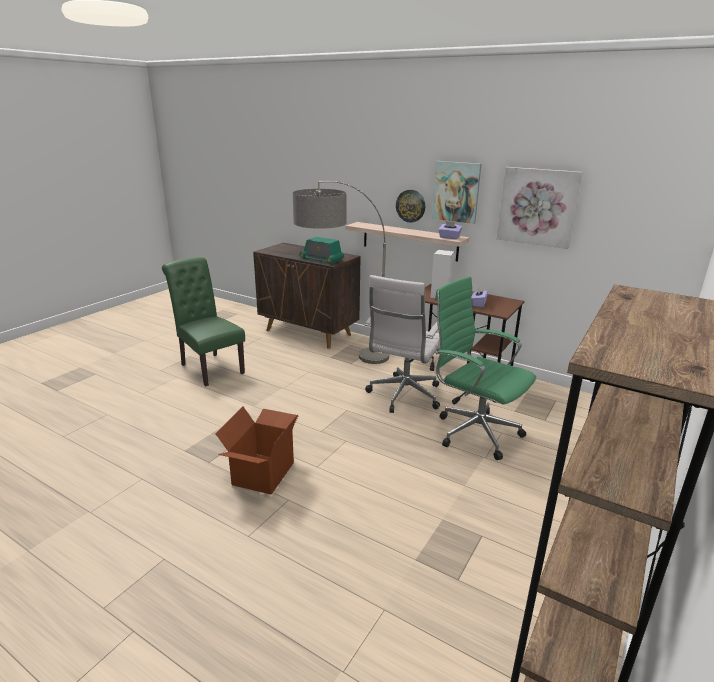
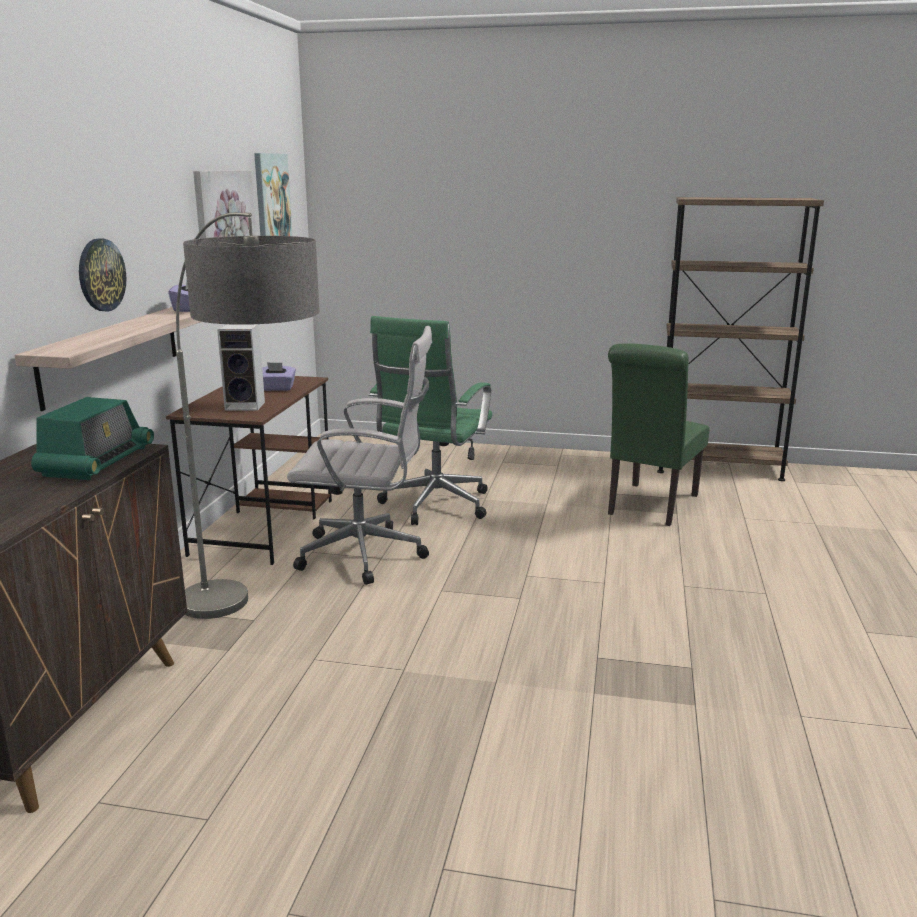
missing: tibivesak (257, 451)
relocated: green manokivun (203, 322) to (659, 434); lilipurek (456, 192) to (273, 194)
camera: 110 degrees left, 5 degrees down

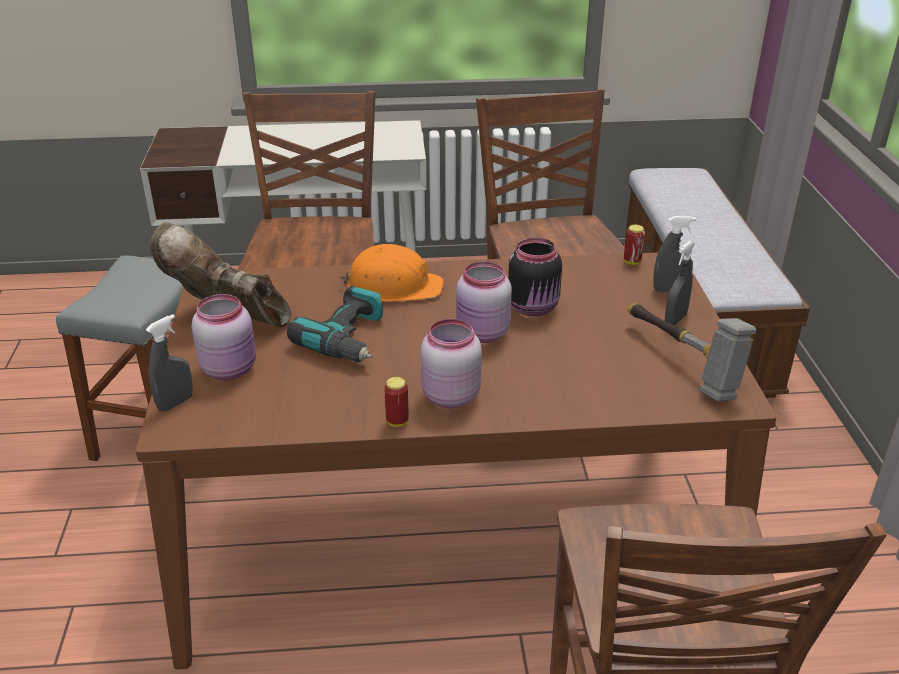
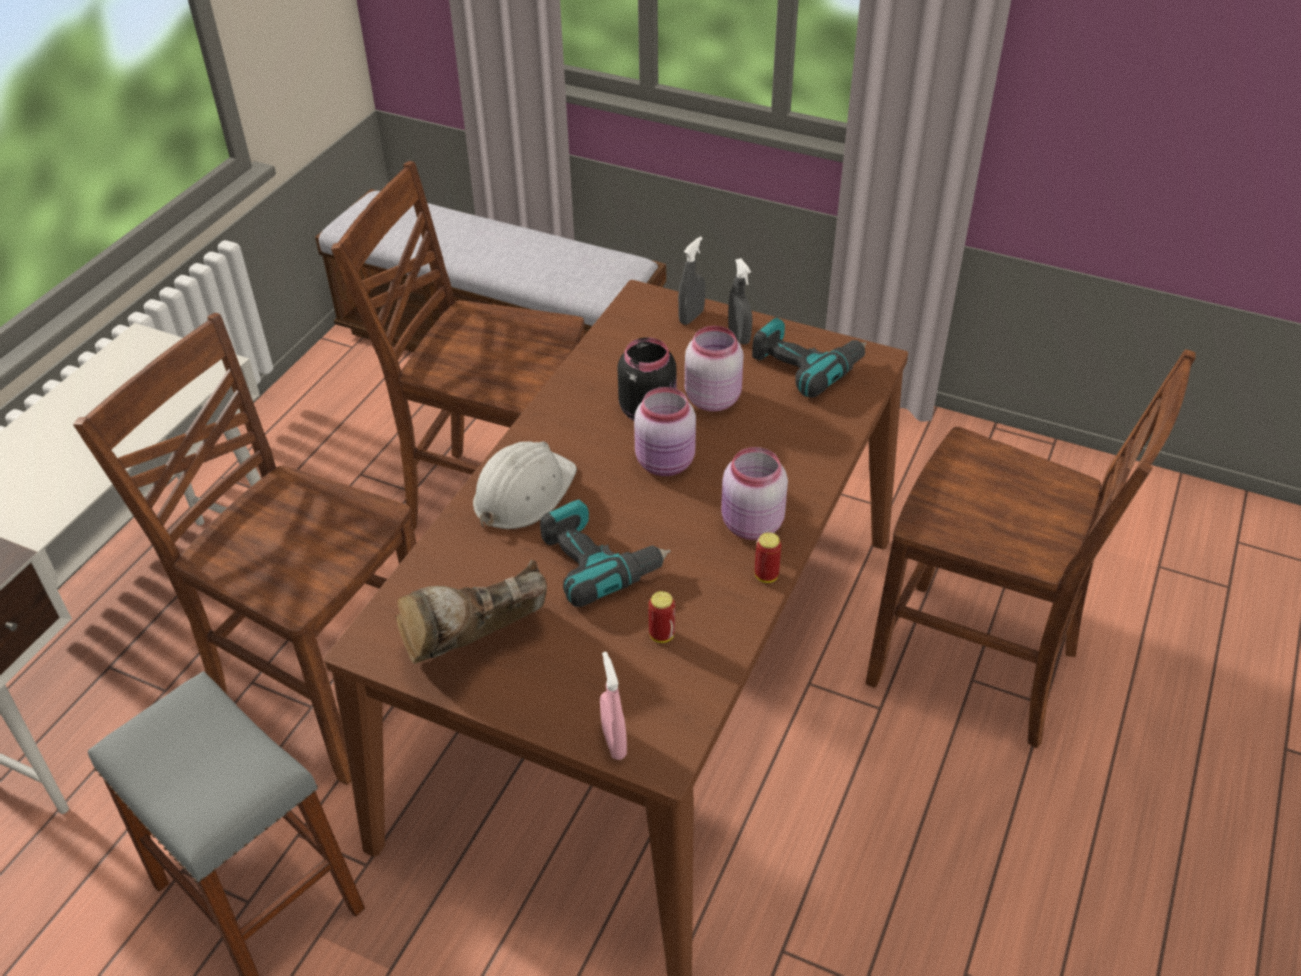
relocated: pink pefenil (224, 337) to (714, 369); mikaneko (634, 245) to (661, 617)
exchanged: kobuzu (692, 352) to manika (809, 357)
colour: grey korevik (169, 363) to pink korevik (613, 705); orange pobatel (391, 273) to white pobatel (525, 485)
camera: 60 degrees left, 10 degrees up

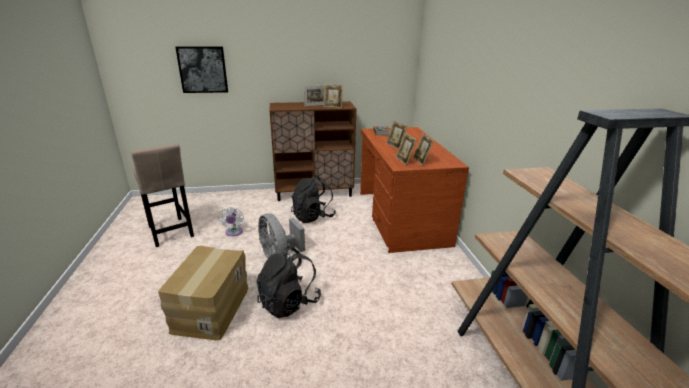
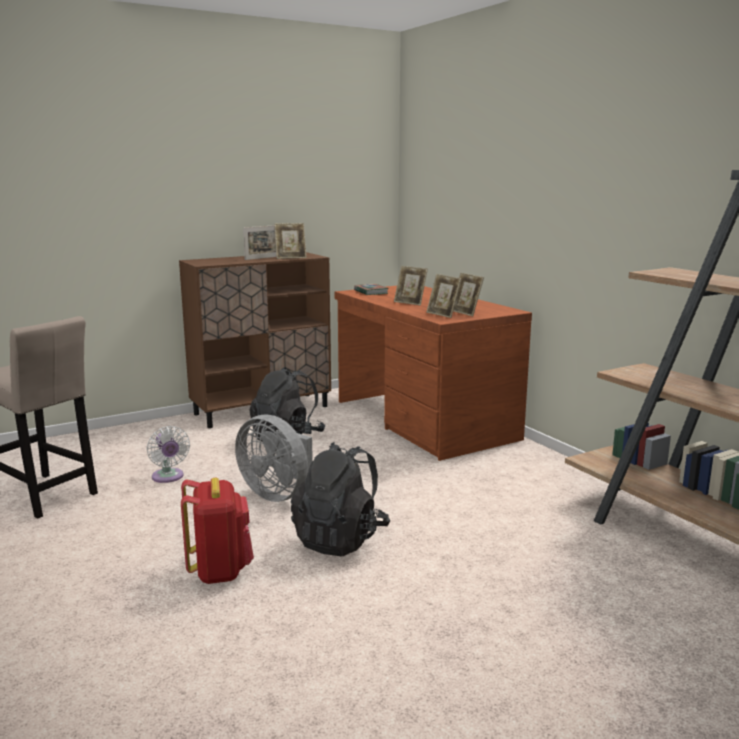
missing: lilipurek (201, 69)
exchanged: tibivesak (203, 293) to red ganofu (217, 531)
camera: 20 degrees left, 10 degrees down

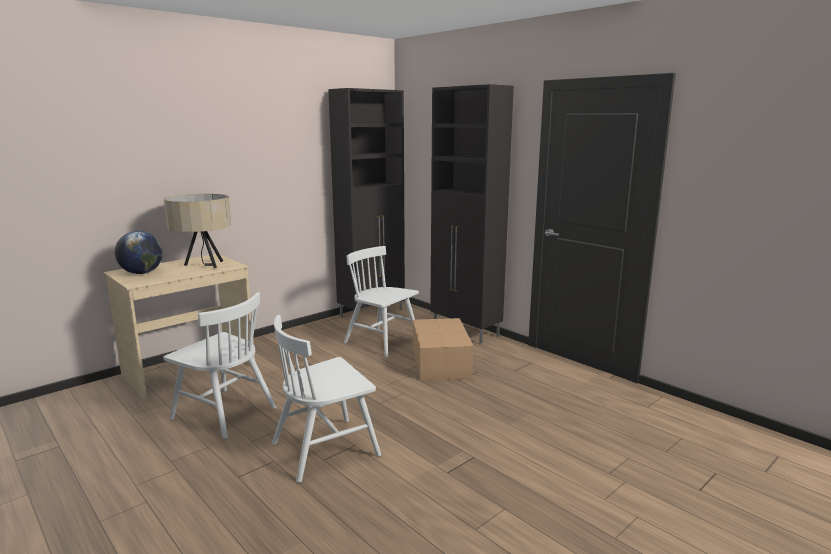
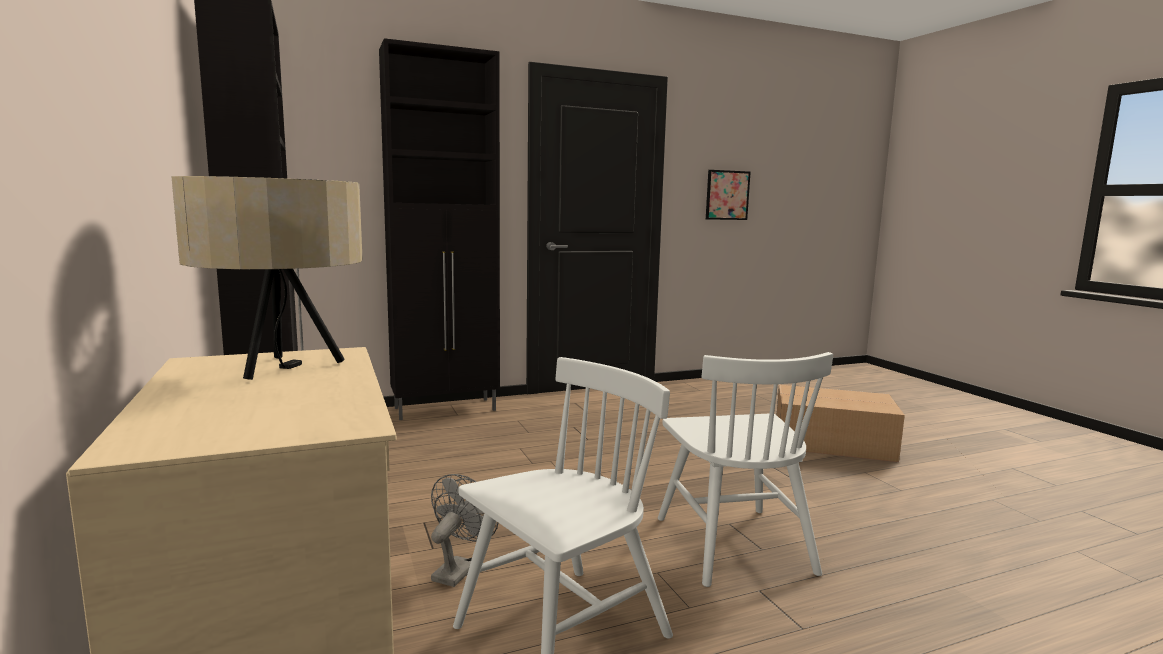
missing: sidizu (139, 252); white manokivun (381, 301)
appeared: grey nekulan (464, 530); lilipurek (728, 195)
relocated: tibivesak (443, 349) to (841, 423)
camera: 70 degrees left, 5 degrees down

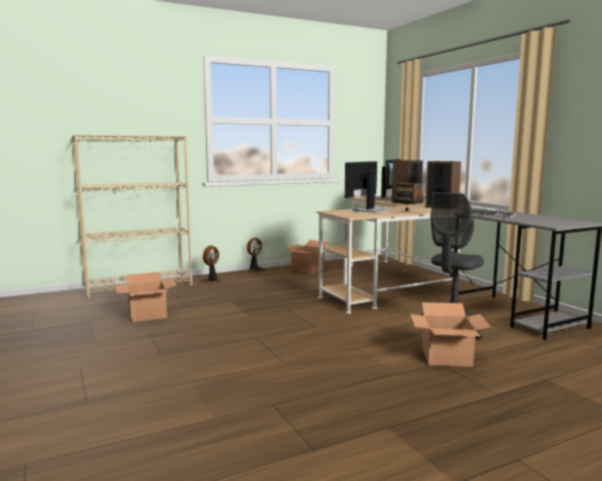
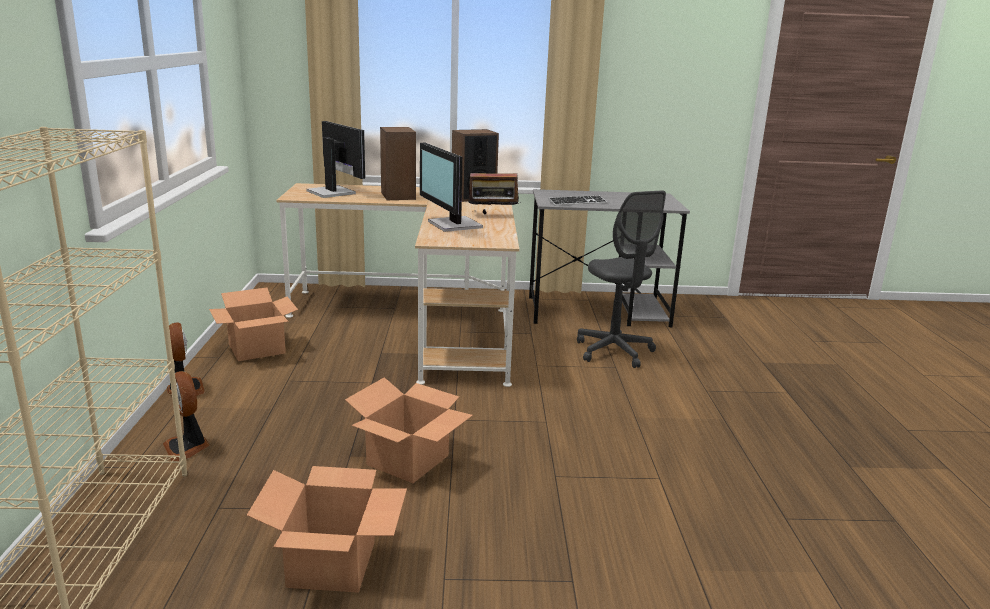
relocated: tibivesak (450, 334) to (409, 430)
camera: 65 degrees left, 10 degrees up

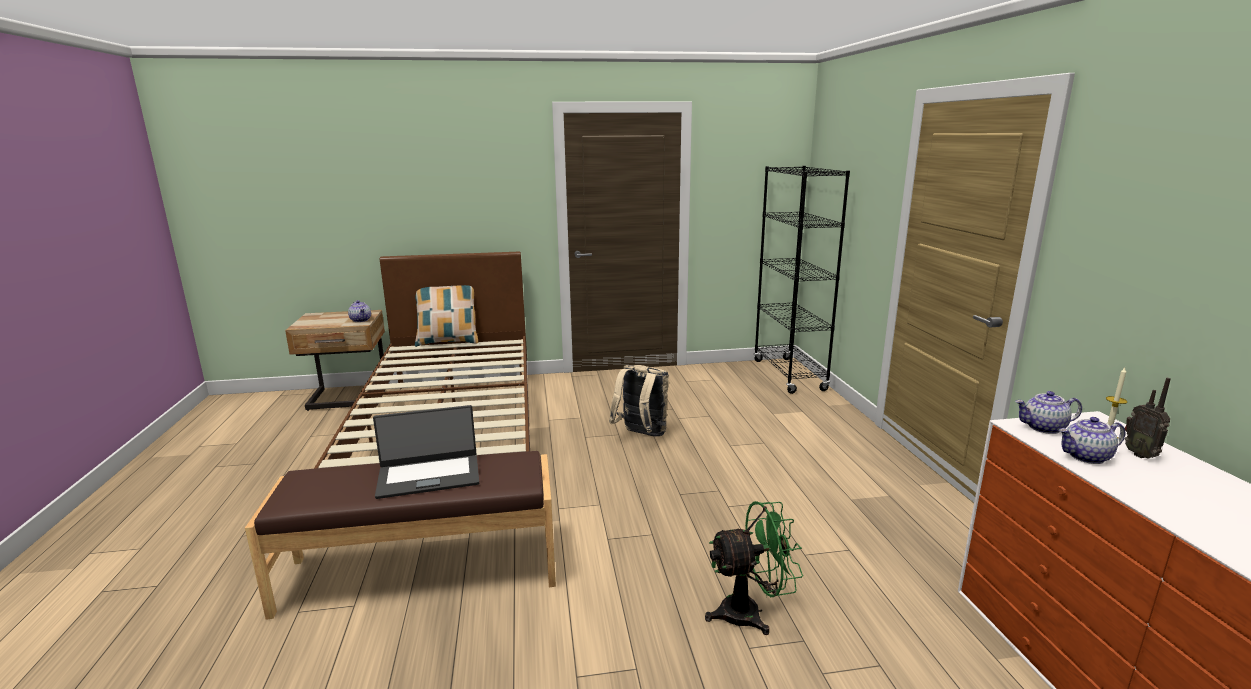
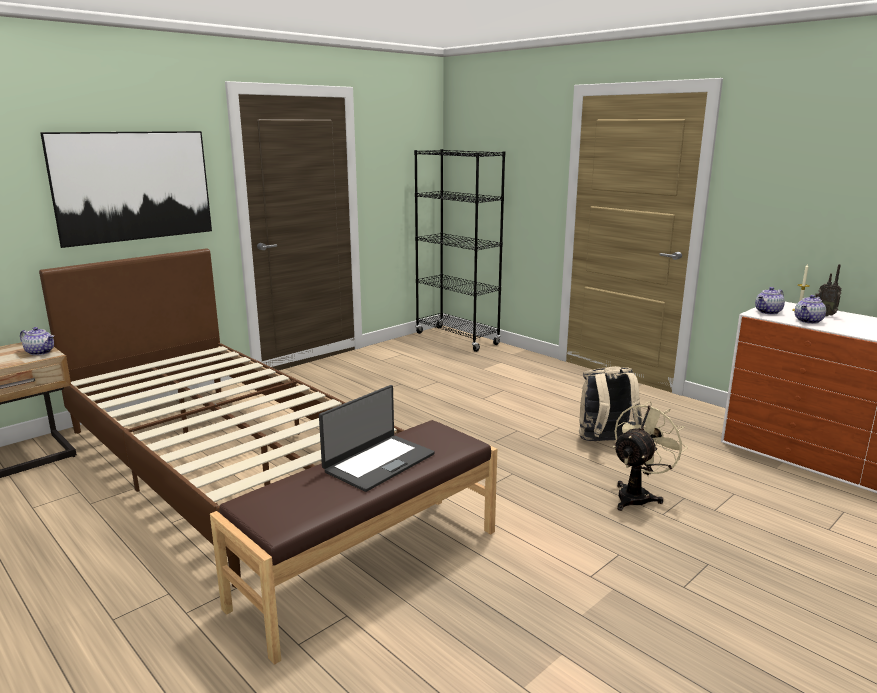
missing: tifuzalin (446, 316)
appeared: lilipurek (126, 189)
relocated: beige ganofu (639, 401) to (610, 403)
colour: green nekulan (754, 568) to beige nekulan (650, 456)
camera: 35 degrees left, 0 degrees up

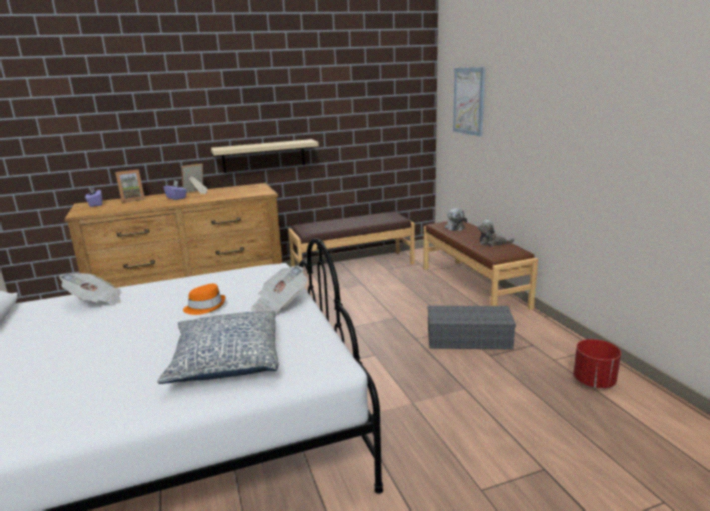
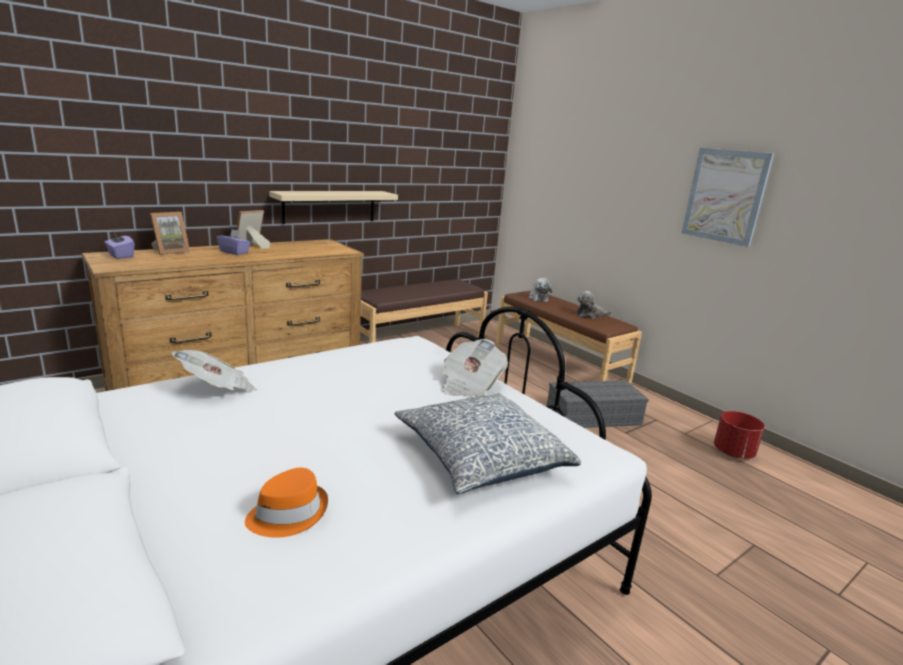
relocated: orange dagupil (204, 299) to (286, 503); lilipurek (469, 102) to (728, 197)
camera: 20 degrees left, 0 degrees up

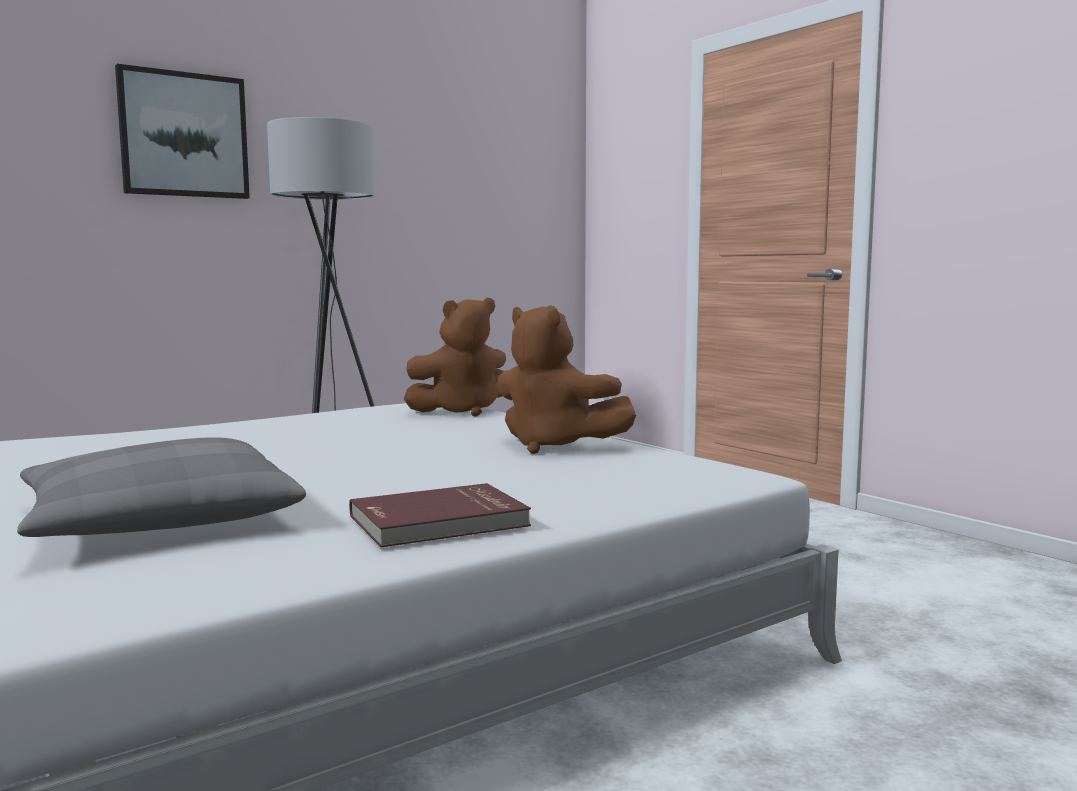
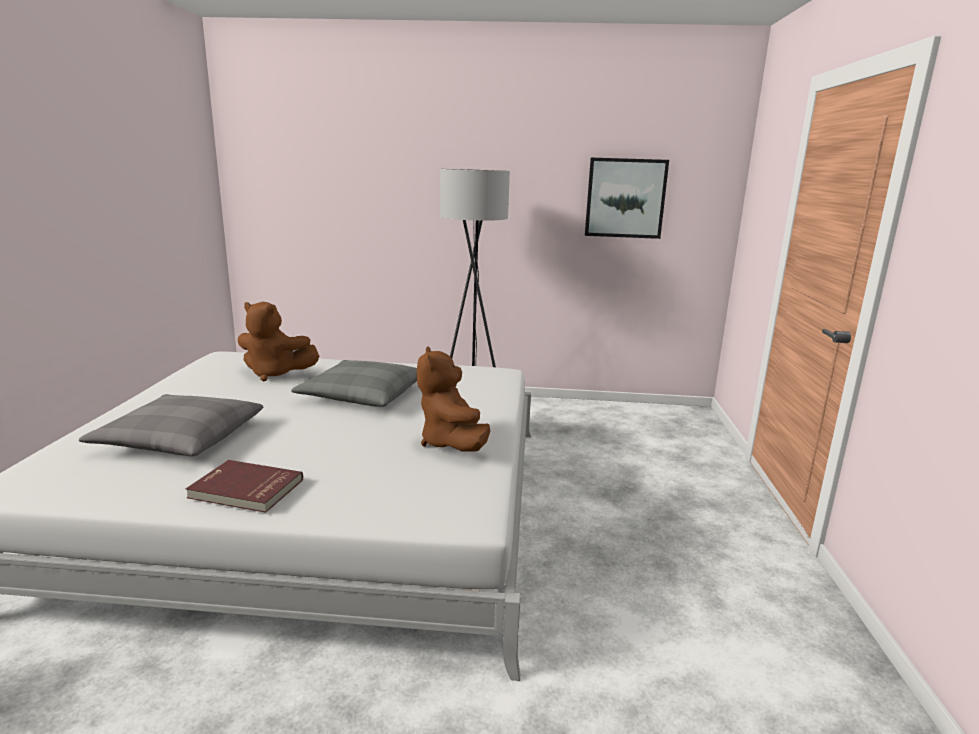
appeared: grey tifuzalin (354, 383)
relocated: lilipurek (182, 131) to (627, 198); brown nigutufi (455, 357) to (278, 342)
camera: 40 degrees right, 10 degrees up

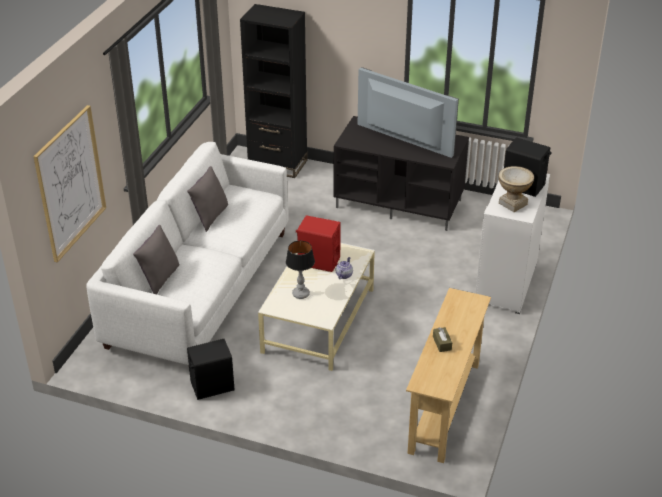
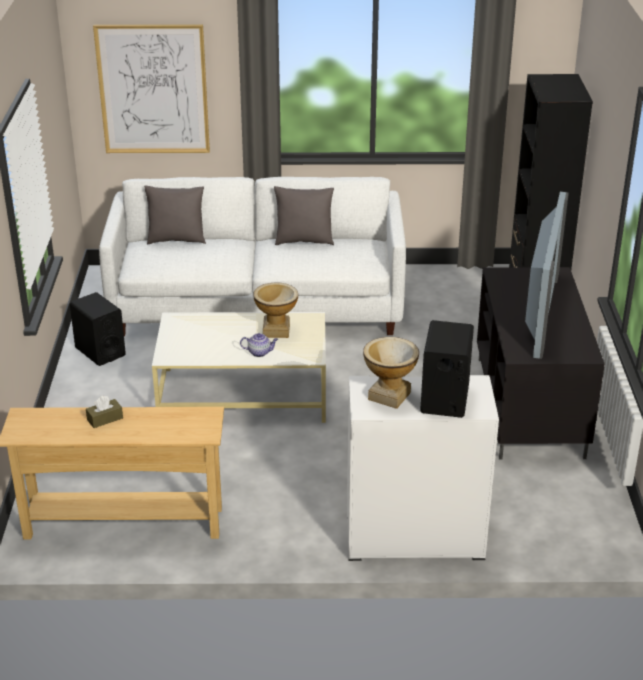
missing: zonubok (300, 270)
exchanged: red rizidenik (318, 243) to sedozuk (275, 310)
camera: 70 degrees right, 5 degrees down

